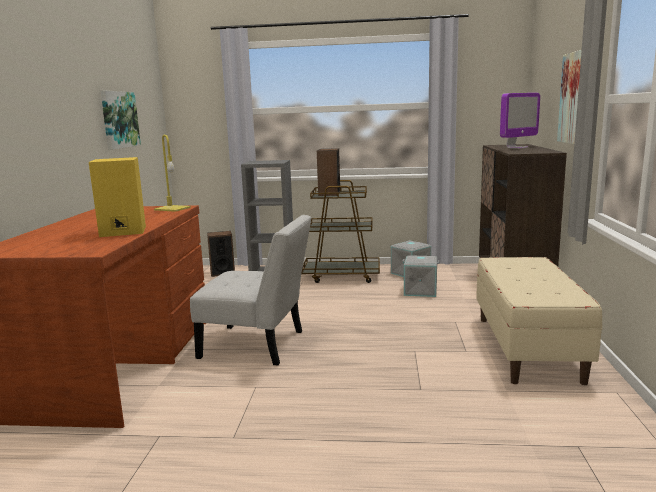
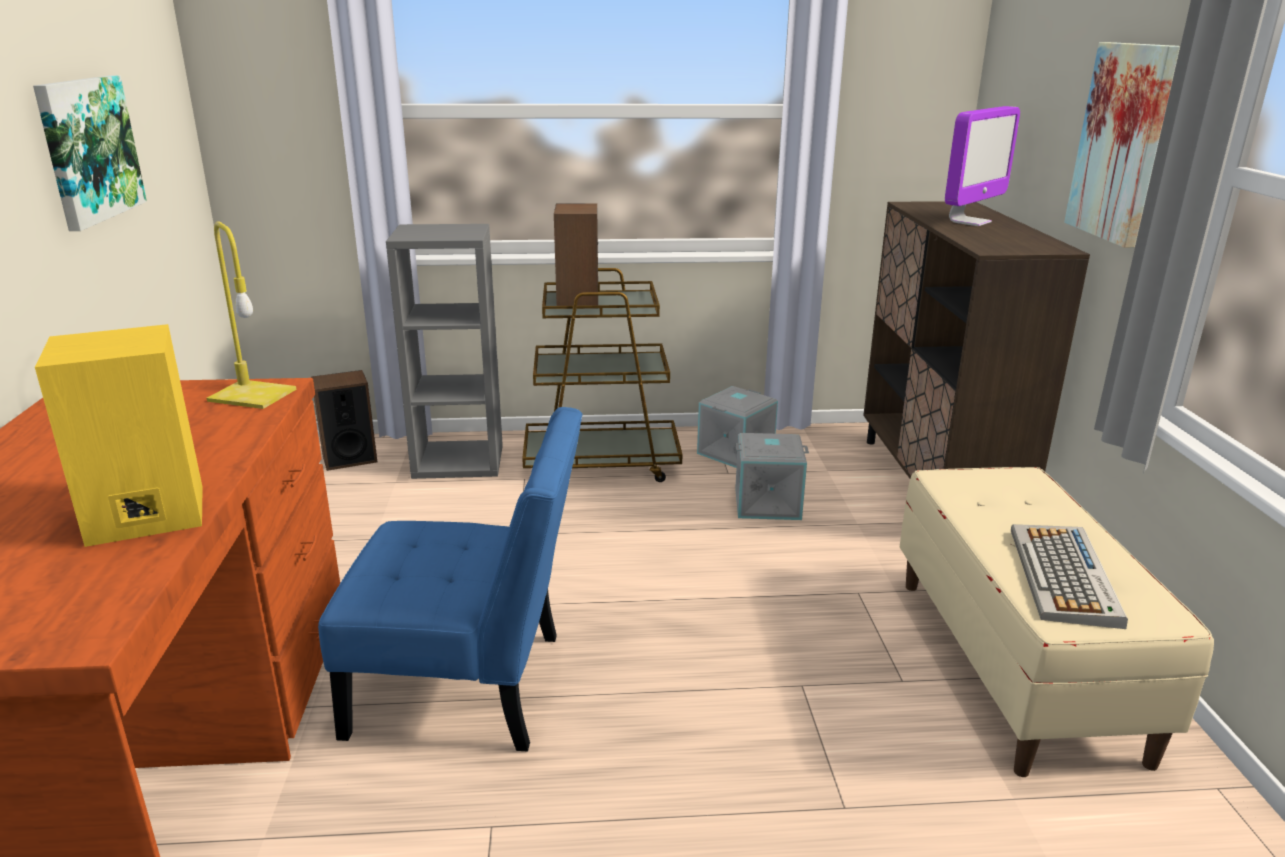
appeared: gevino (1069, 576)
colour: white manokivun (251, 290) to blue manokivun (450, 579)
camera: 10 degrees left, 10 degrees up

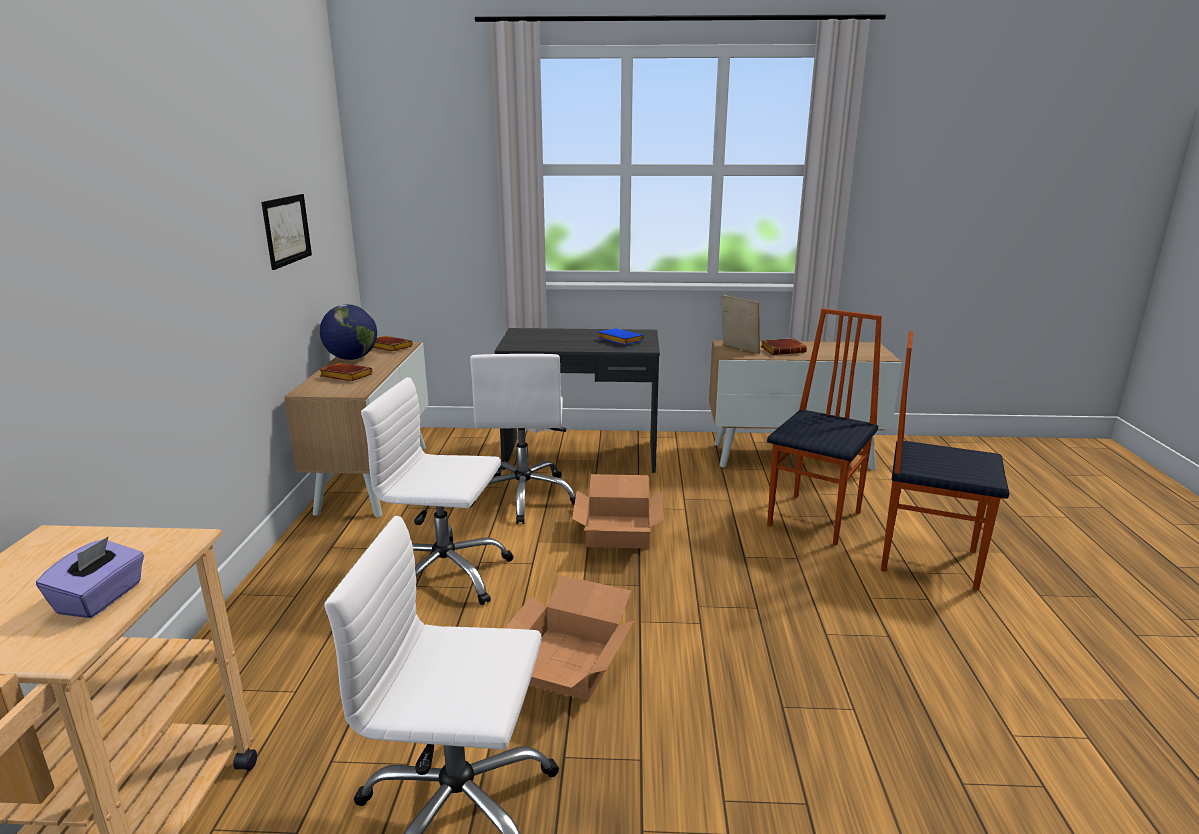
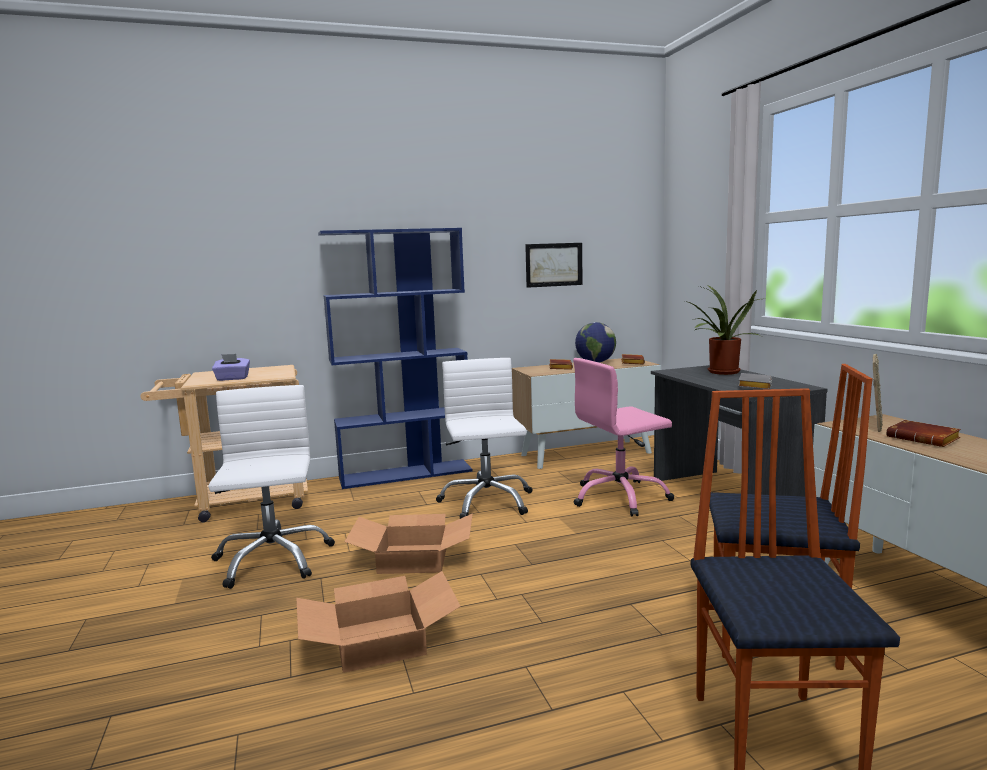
appeared: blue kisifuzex (395, 358); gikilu (725, 330)
relocated: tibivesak (618, 511) to (378, 622)
colour: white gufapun (523, 439) to pink gufapun (623, 437); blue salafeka (621, 336) to grey salafeka (755, 381)
camera: 70 degrees right, 10 degrees down

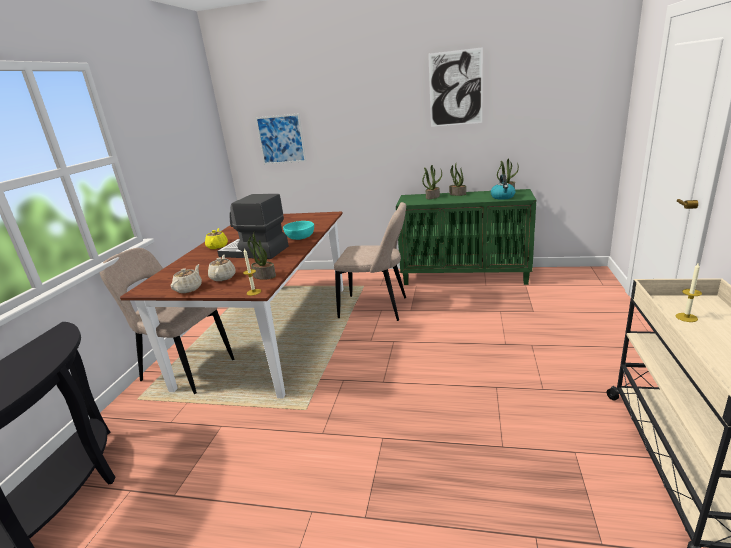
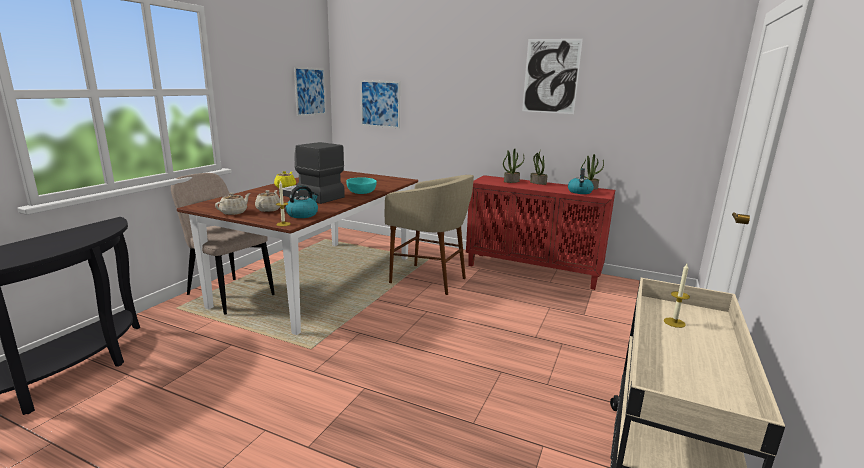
appeared: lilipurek (310, 91)
exchanged: gikilu (262, 256) to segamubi (302, 201); beige manokivun (370, 261) to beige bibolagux (429, 235)
colour: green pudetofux (466, 237) to red pudetofux (540, 232)
camera: 10 degrees right, 5 degrees down

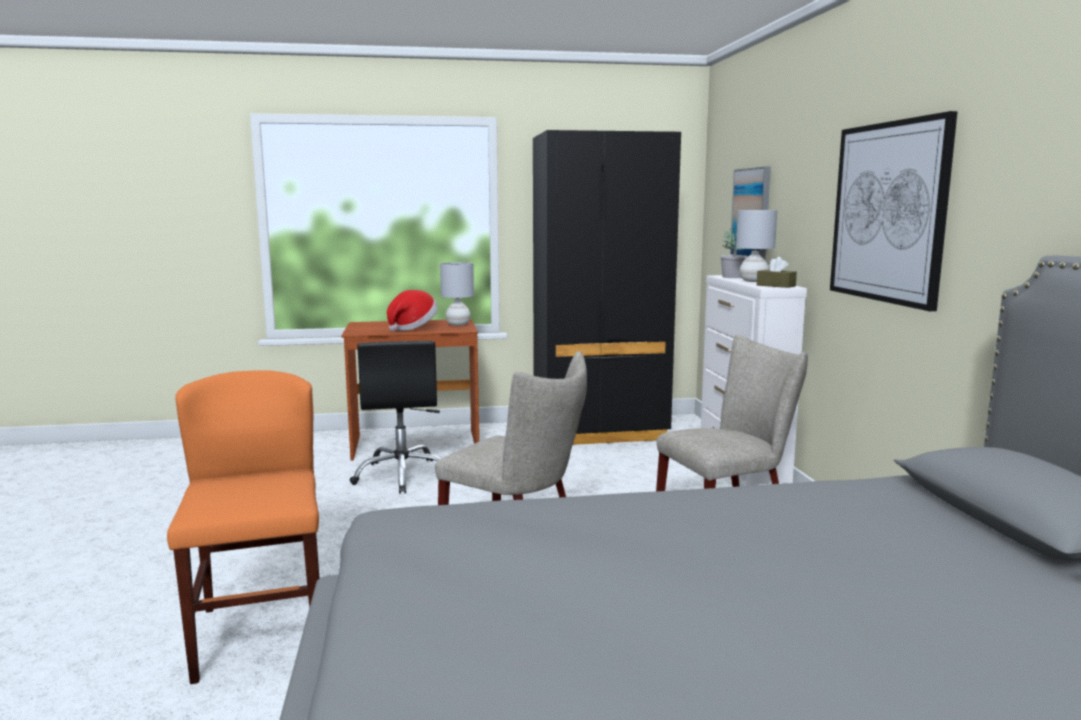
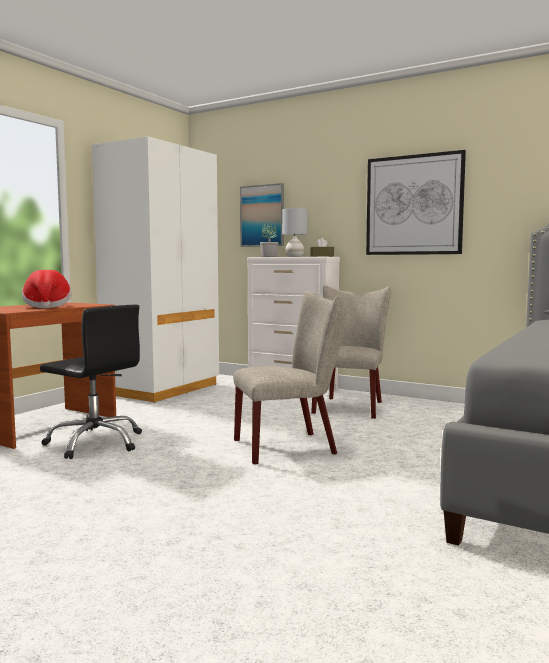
missing: orange manokivun (243, 527); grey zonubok (457, 294)
colour: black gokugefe (607, 287) to white gokugefe (155, 269)
camera: 50 degrees left, 5 degrees down

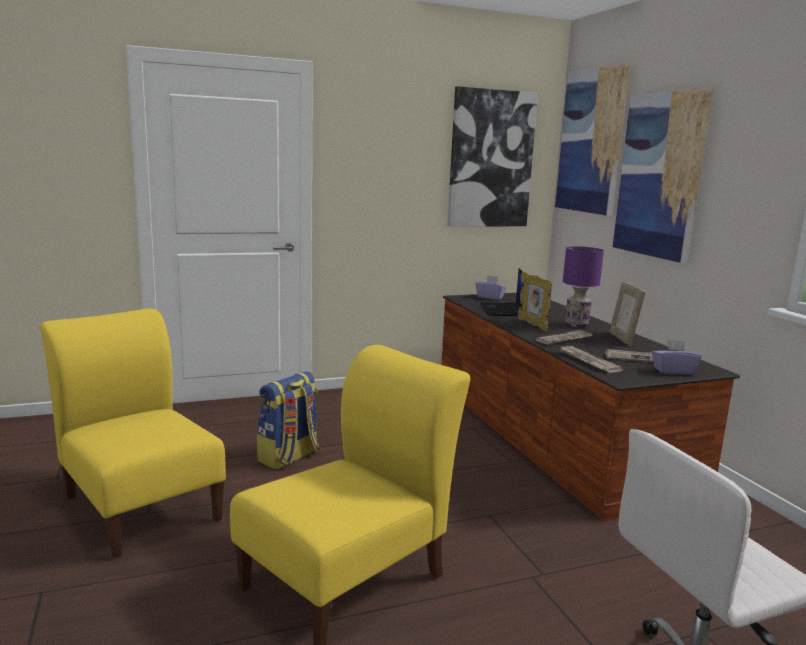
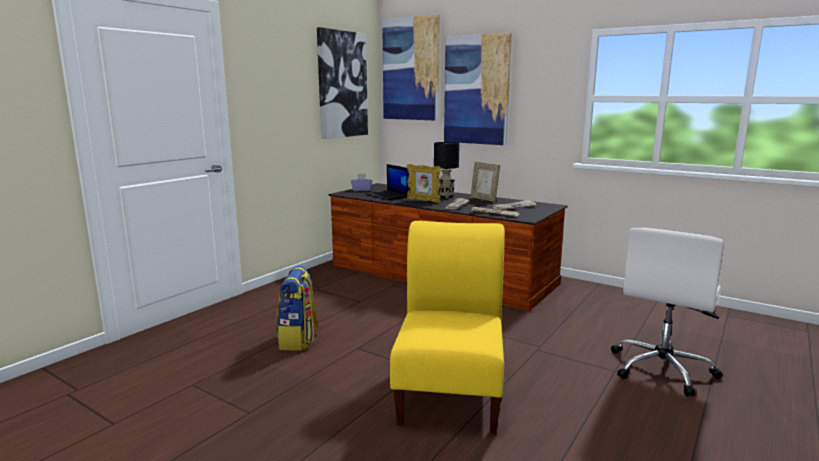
missing: yellow manokivun (133, 433); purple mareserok (676, 357)
colour: purple zonubok (583, 287) to black zonubok (447, 170)
camera: 35 degrees left, 0 degrees up

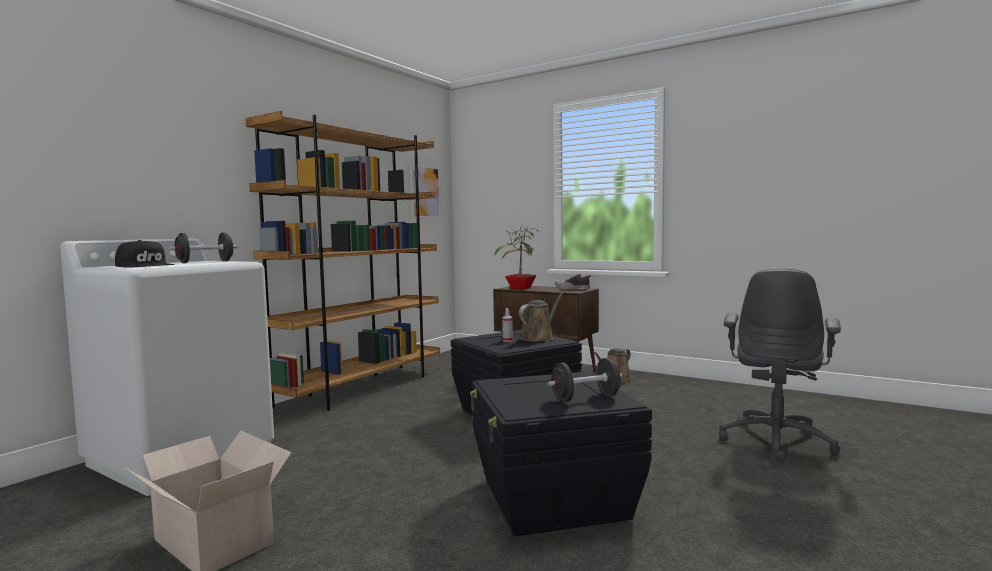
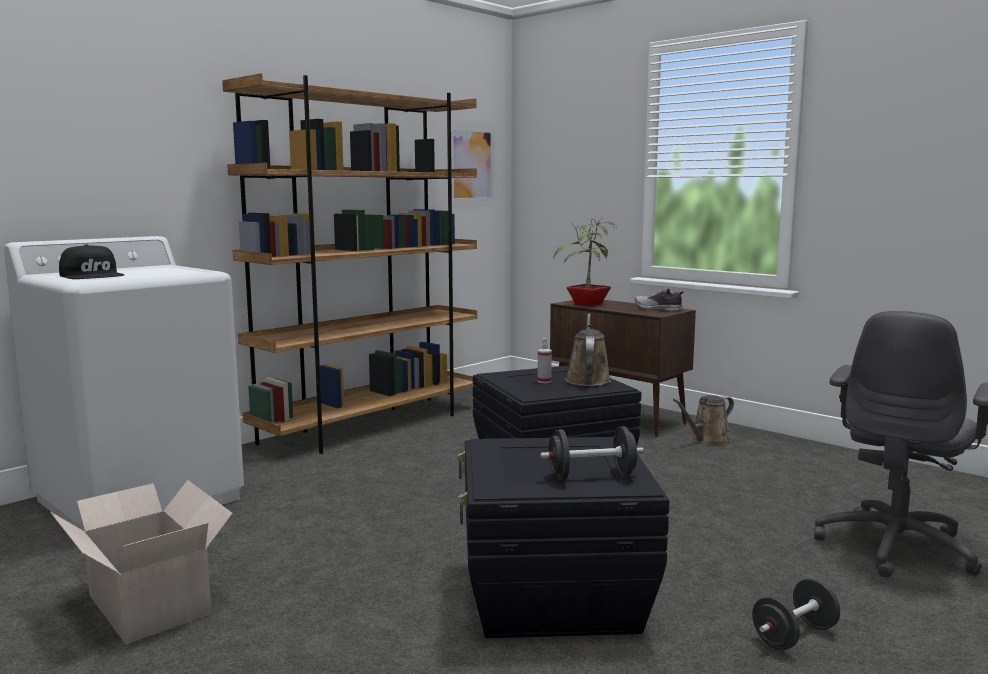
relocated: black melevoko (203, 247) to (796, 614)
spun: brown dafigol (542, 316) = (588, 349) 45 degrees counterclockwise
camera: 10 degrees right, 5 degrees up

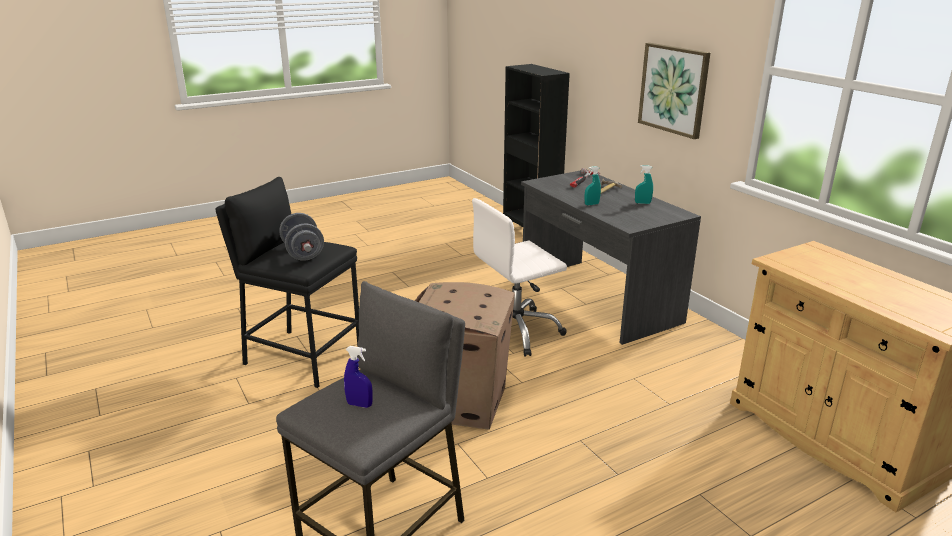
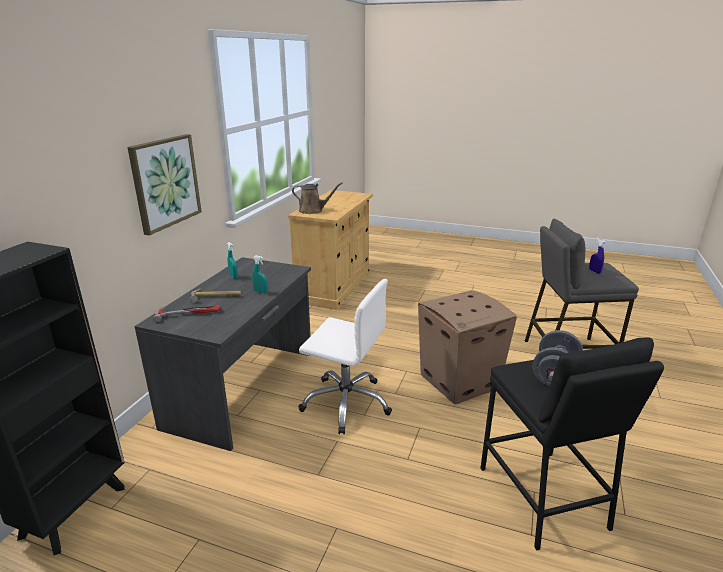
appeared: brown dafigol (317, 198)
camera: 130 degrees left, 0 degrees up

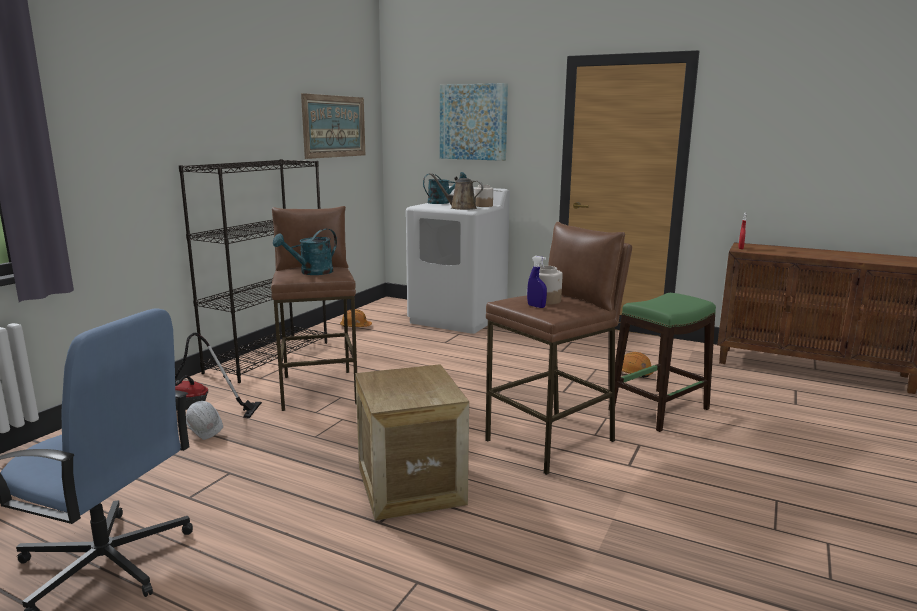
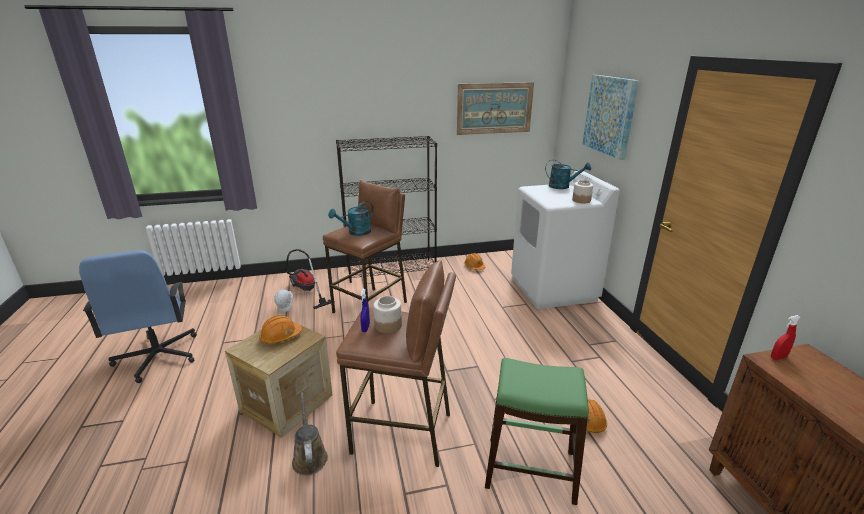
appeared: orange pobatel (280, 329)
relocated: brown dafigol (456, 191) to (310, 433)
spun: turquoise dafigol (305, 252) = (351, 218) 45 degrees counterclockwise
camera: 50 degrees right, 10 degrees up

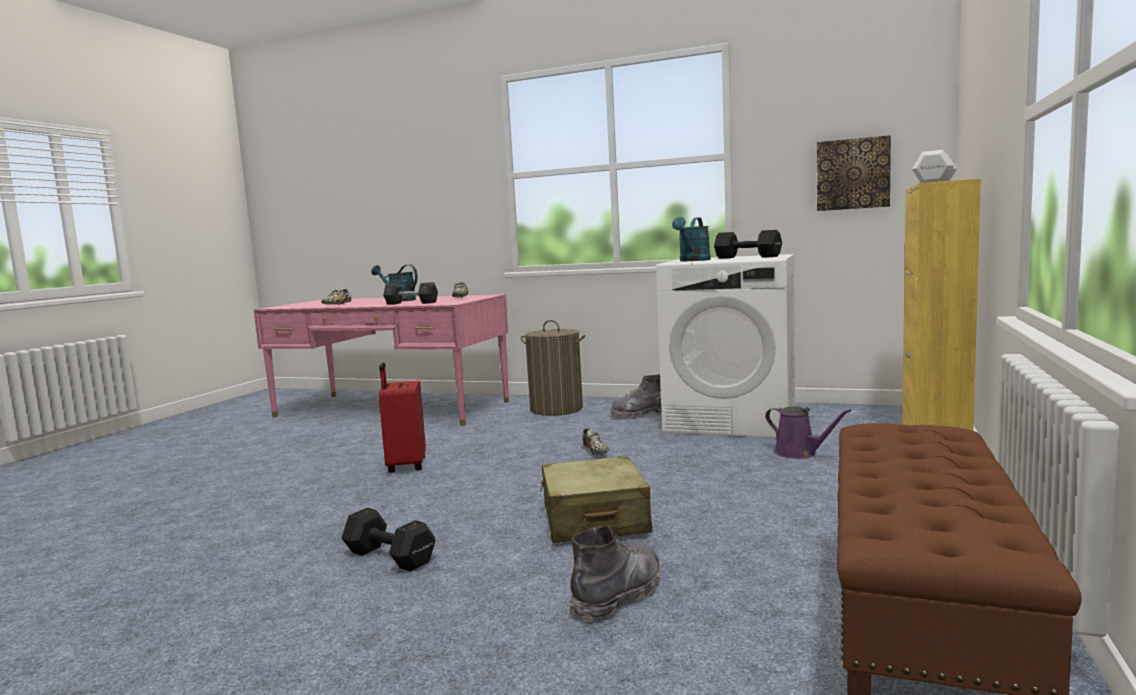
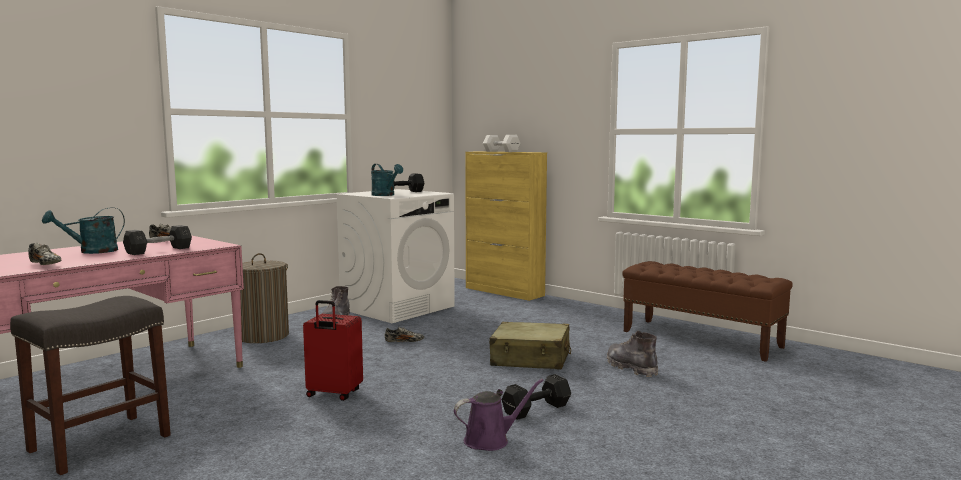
missing: lilipurek (854, 173)
appeared: grey bibolagux (90, 385)
relocated: purple dafigol (808, 432) to (499, 415)
camera: 70 degrees left, 0 degrees up

